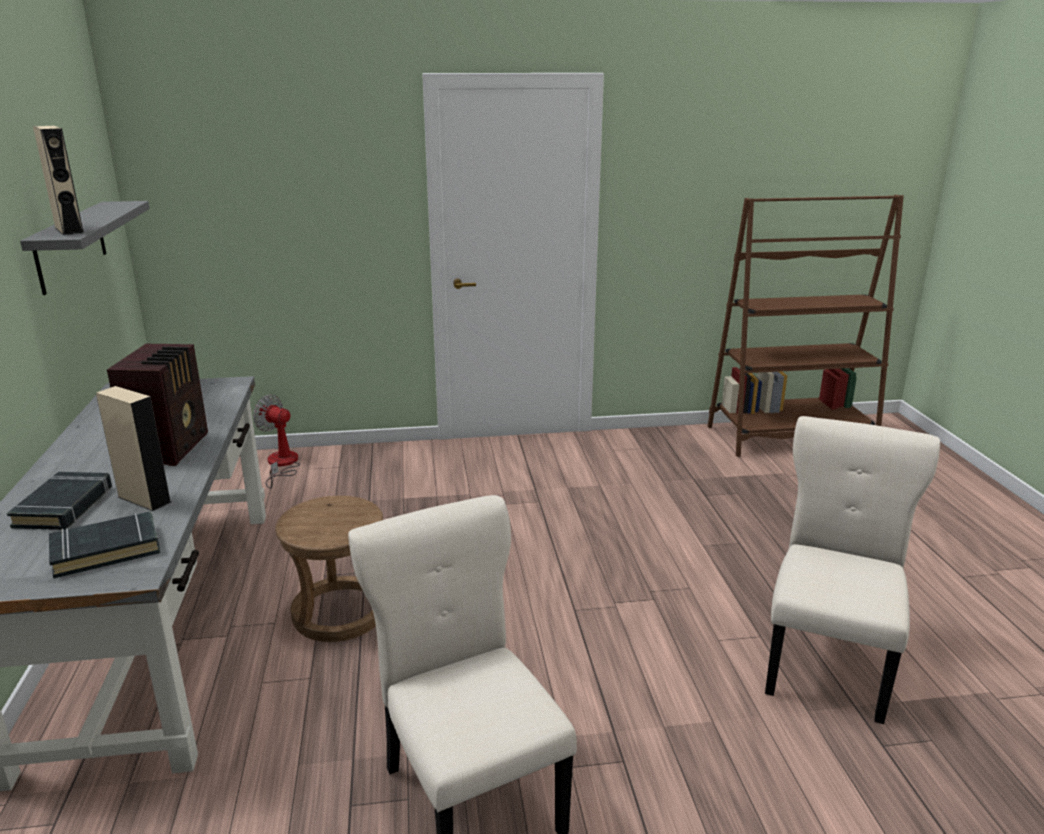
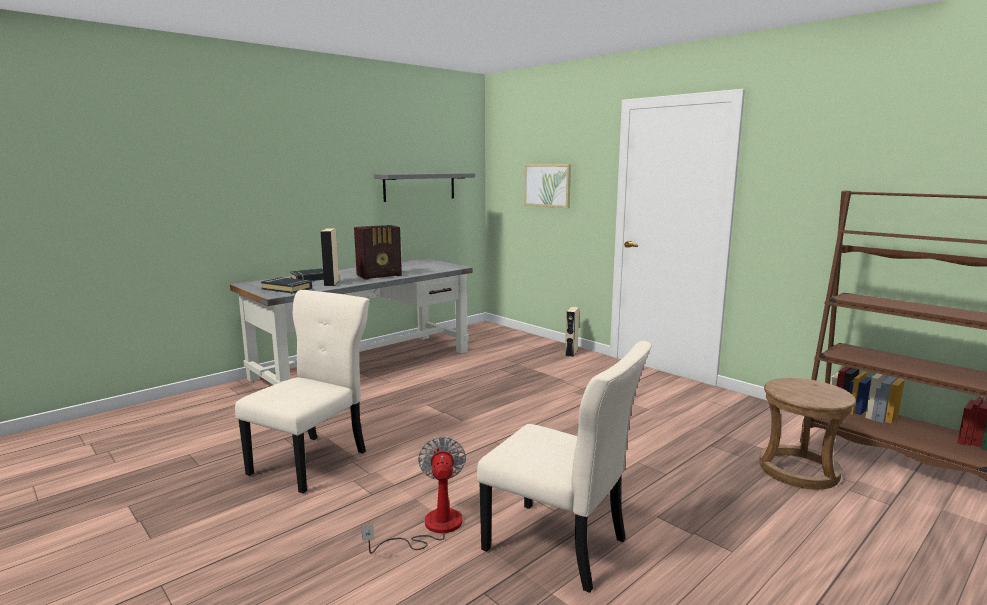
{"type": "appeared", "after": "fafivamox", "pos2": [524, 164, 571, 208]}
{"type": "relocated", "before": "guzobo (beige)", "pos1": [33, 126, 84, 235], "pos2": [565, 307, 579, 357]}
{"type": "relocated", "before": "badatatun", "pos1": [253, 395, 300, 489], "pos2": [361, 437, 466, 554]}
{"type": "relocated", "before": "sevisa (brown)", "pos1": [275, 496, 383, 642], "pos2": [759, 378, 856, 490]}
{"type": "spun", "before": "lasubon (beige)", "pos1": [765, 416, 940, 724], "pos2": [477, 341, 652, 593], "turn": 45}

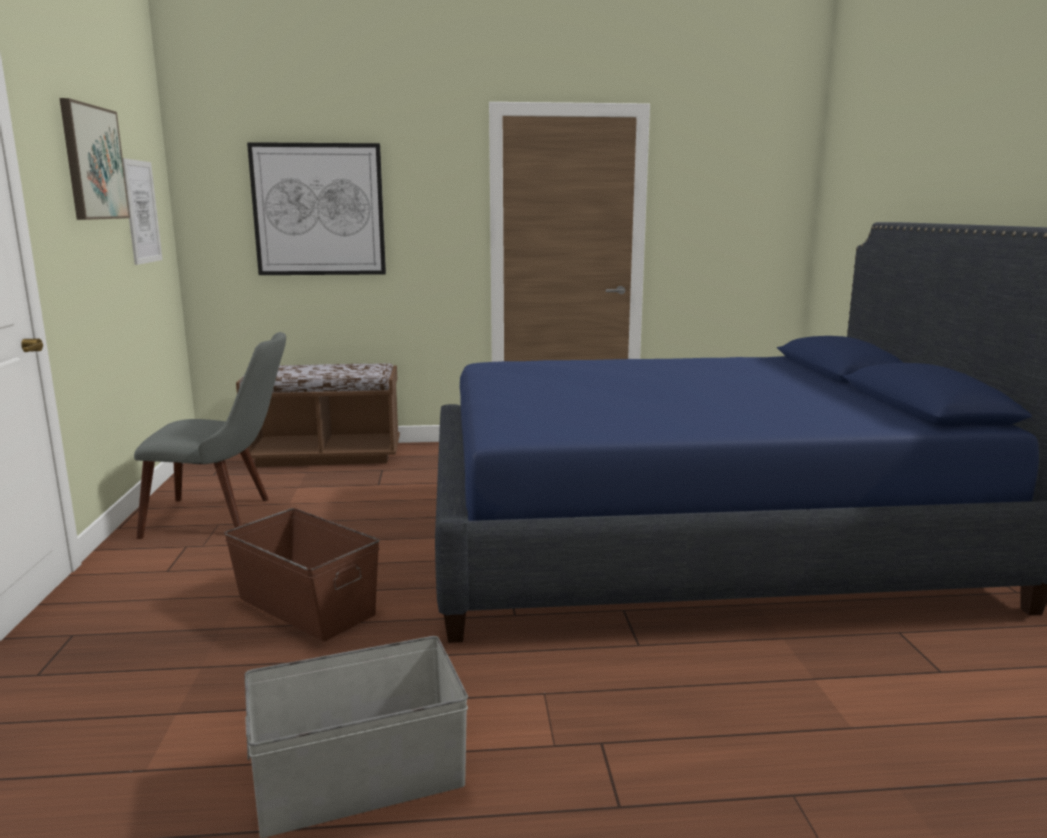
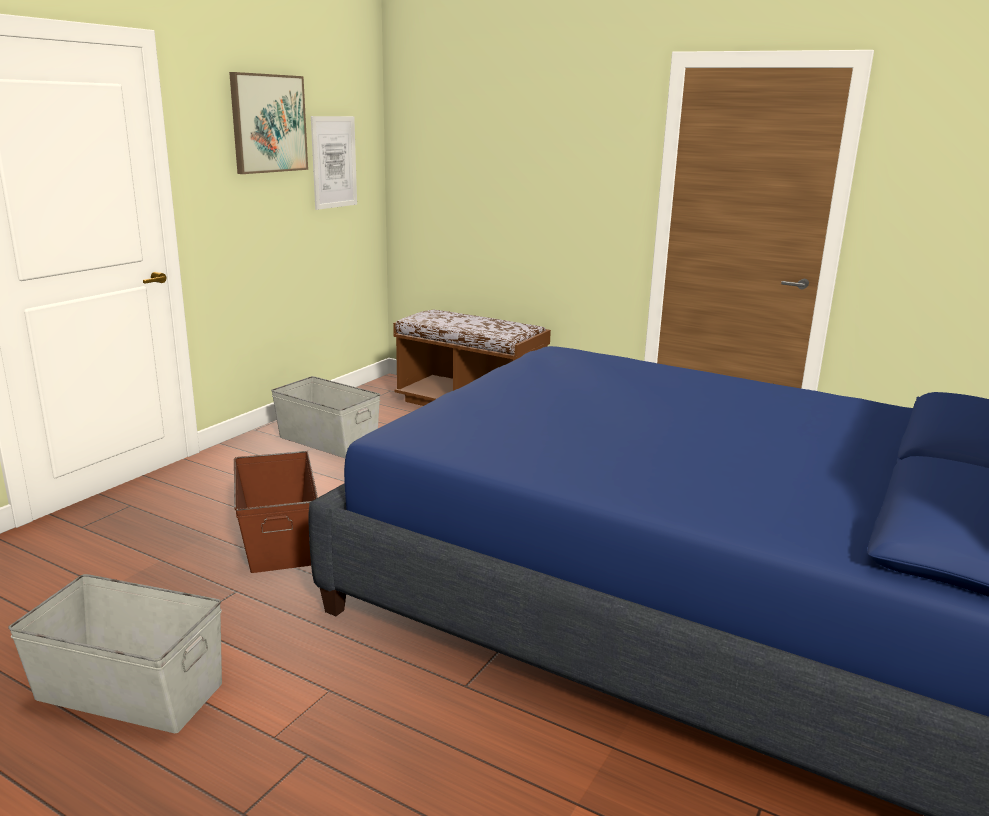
{"type": "missing", "before": "fafivamox", "pos1": [247, 142, 386, 275]}
{"type": "exchanged", "before": "lasubon (grey)", "after": "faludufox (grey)", "pos1": [134, 332, 286, 539], "pos2": [271, 376, 380, 458]}

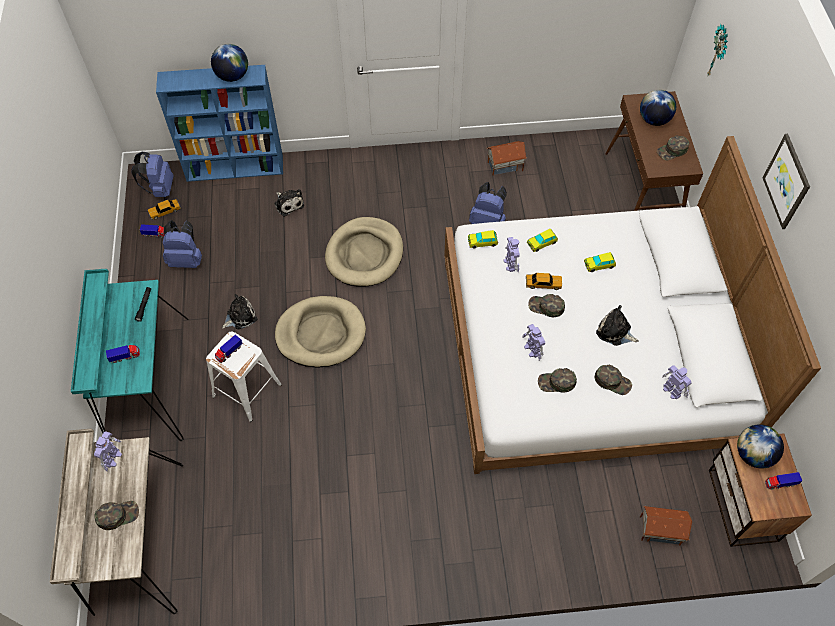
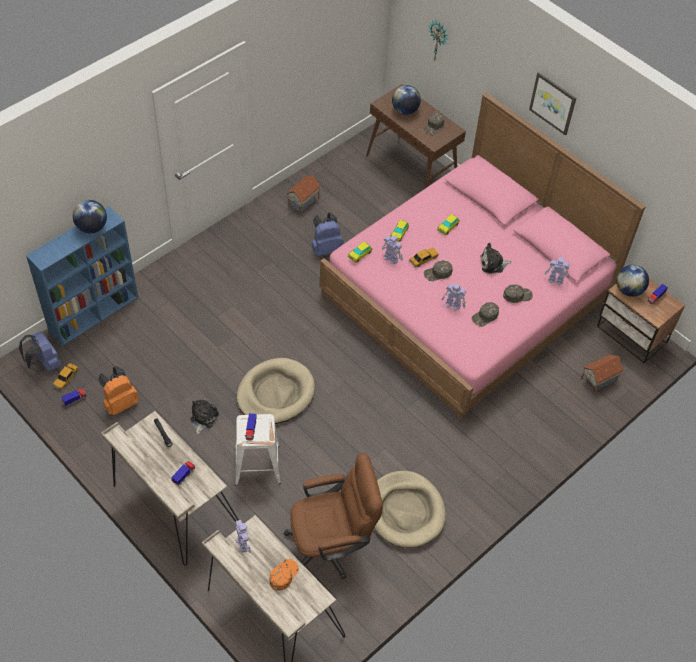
{"type": "missing", "before": "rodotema", "pos1": [274, 189, 304, 217]}
{"type": "appeared", "after": "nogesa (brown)", "pos2": [283, 453, 383, 580]}
{"type": "relocated", "before": "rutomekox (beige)", "pos1": [325, 217, 403, 287], "pos2": [375, 471, 446, 548]}
{"type": "colour", "before": "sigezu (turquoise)", "after": "sigezu (beige)", "pos1": [71, 269, 188, 441], "pos2": [101, 411, 238, 566]}
{"type": "colour", "before": "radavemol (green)", "after": "radavemol (orange)", "pos1": [95, 501, 139, 530], "pos2": [269, 559, 299, 591]}
{"type": "colour", "before": "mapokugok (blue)", "after": "mapokugok (orange)", "pos1": [163, 220, 202, 268], "pos2": [99, 366, 139, 415]}
{"type": "colour", "before": "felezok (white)", "after": "felezok (pink)", "pos1": [444, 136, 821, 474], "pos2": [320, 93, 646, 419]}

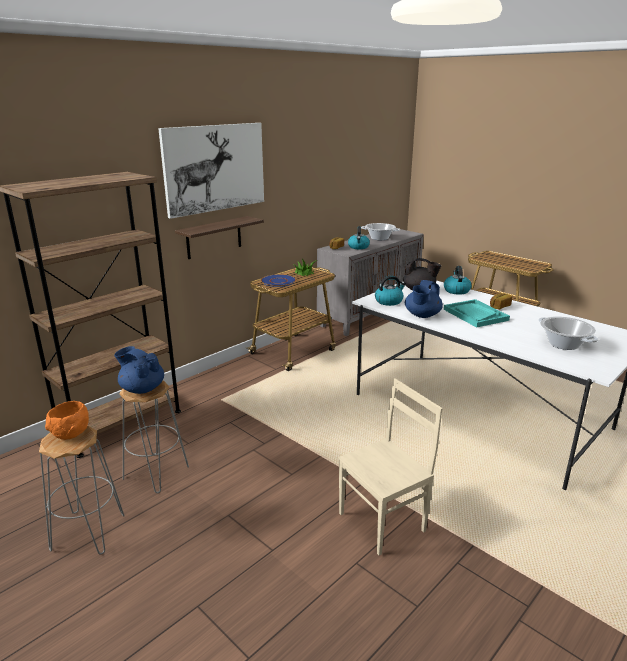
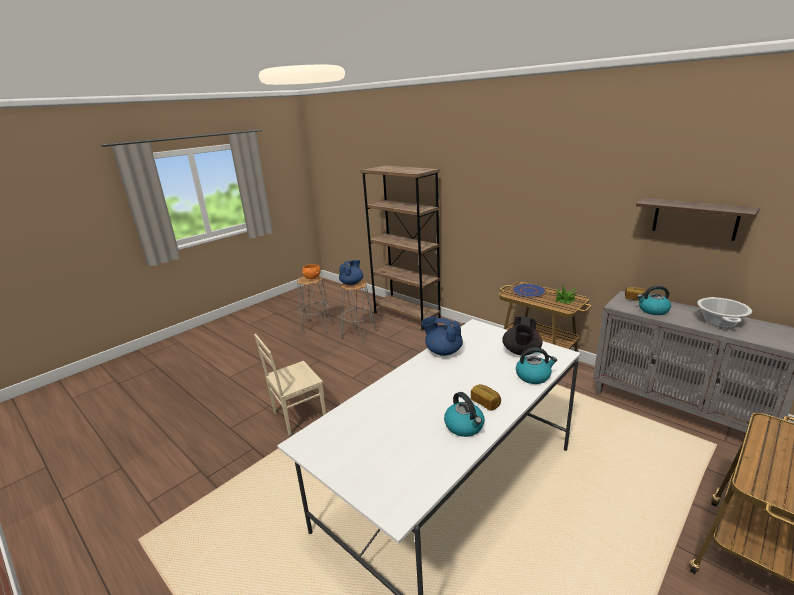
{"type": "missing", "before": "fafivamox", "pos1": [158, 123, 264, 219]}
{"type": "missing", "before": "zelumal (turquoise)", "pos1": [444, 299, 510, 328]}
{"type": "missing", "before": "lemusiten", "pos1": [538, 317, 598, 350]}
{"type": "relocated", "before": "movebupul", "pos1": [175, 216, 264, 259], "pos2": [636, 198, 760, 241]}
{"type": "relocated", "before": "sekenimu", "pos1": [375, 275, 406, 306], "pos2": [444, 392, 484, 437]}
{"type": "spun", "before": "lasubon (beige)", "pos1": [338, 378, 442, 556], "pos2": [254, 334, 326, 437], "turn": 90}

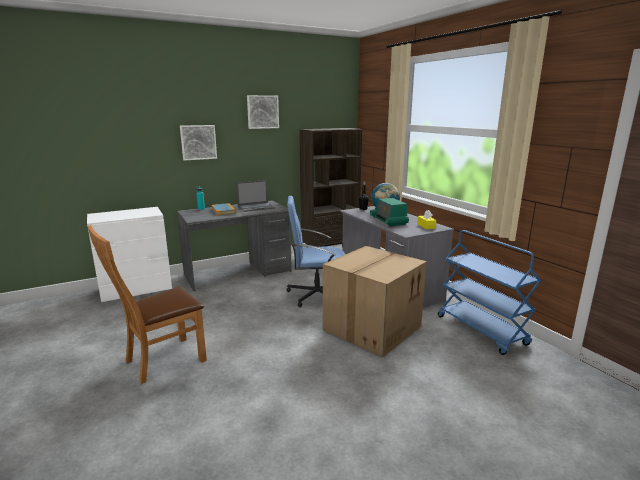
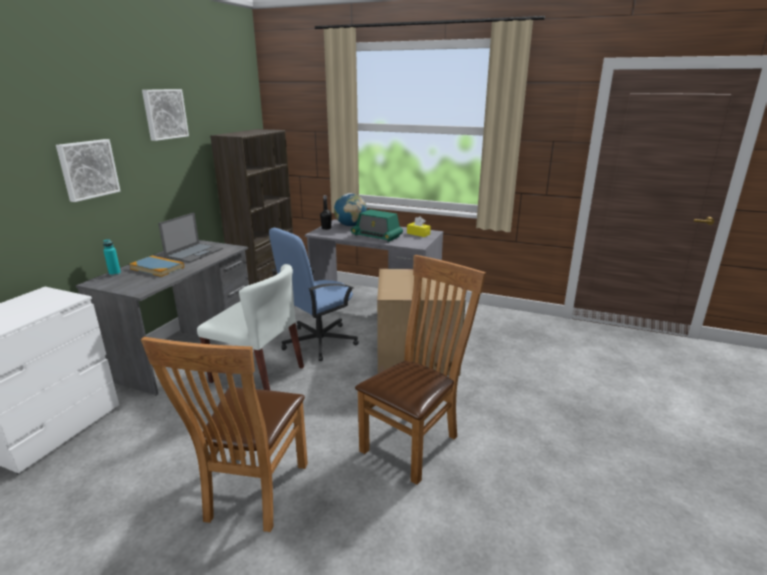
{"type": "missing", "before": "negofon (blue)", "pos1": [438, 230, 541, 355]}
{"type": "appeared", "after": "lasubon (white)", "pos2": [197, 264, 304, 390]}
{"type": "appeared", "after": "lasubon (brown)", "pos2": [355, 255, 486, 485]}

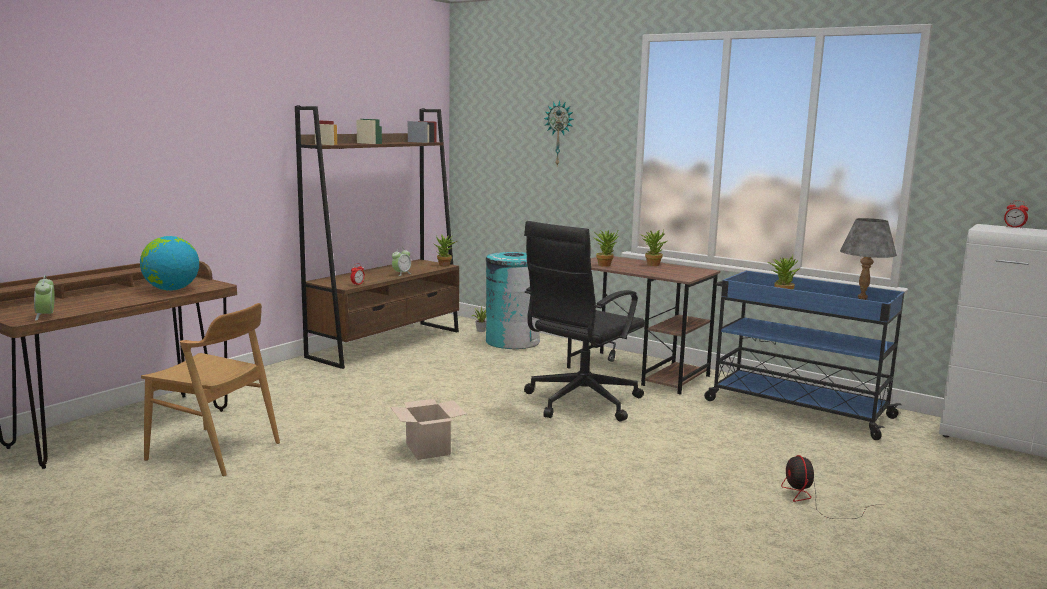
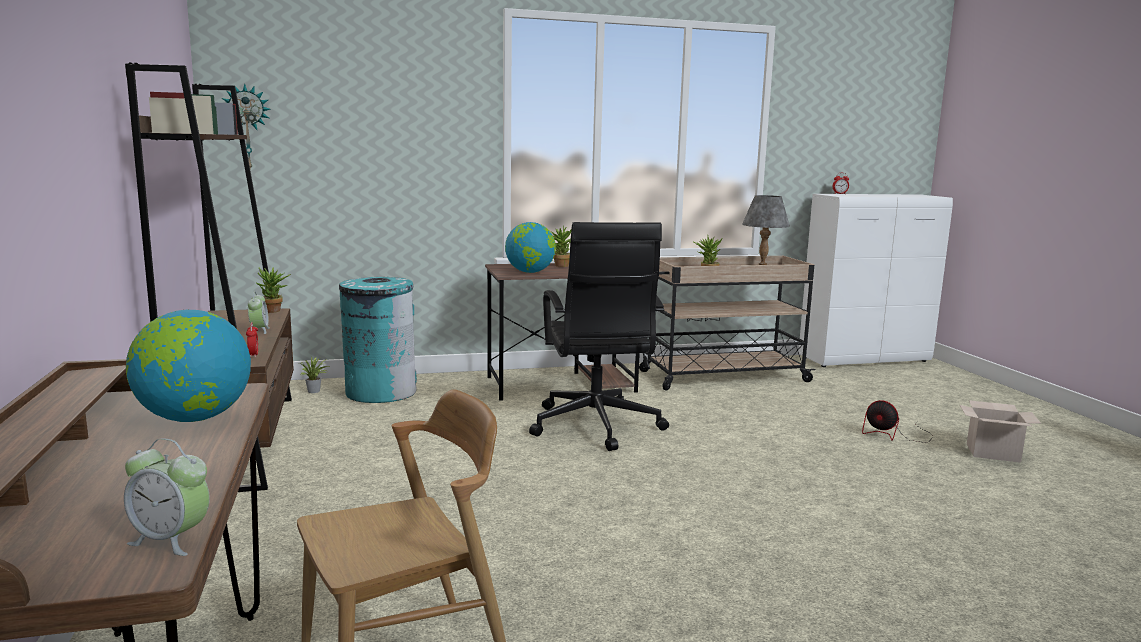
{"type": "relocated", "before": "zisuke", "pos1": [390, 399, 466, 460], "pos2": [960, 400, 1041, 463]}
{"type": "relocated", "before": "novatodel", "pos1": [544, 100, 574, 166], "pos2": [222, 83, 270, 169]}
{"type": "exchanged", "before": "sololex", "after": "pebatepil", "pos1": [593, 230, 618, 267], "pos2": [505, 222, 556, 273]}
{"type": "colour", "before": "negofon (blue)", "after": "negofon (beige)", "pos1": [704, 271, 905, 440], "pos2": [639, 256, 816, 391]}

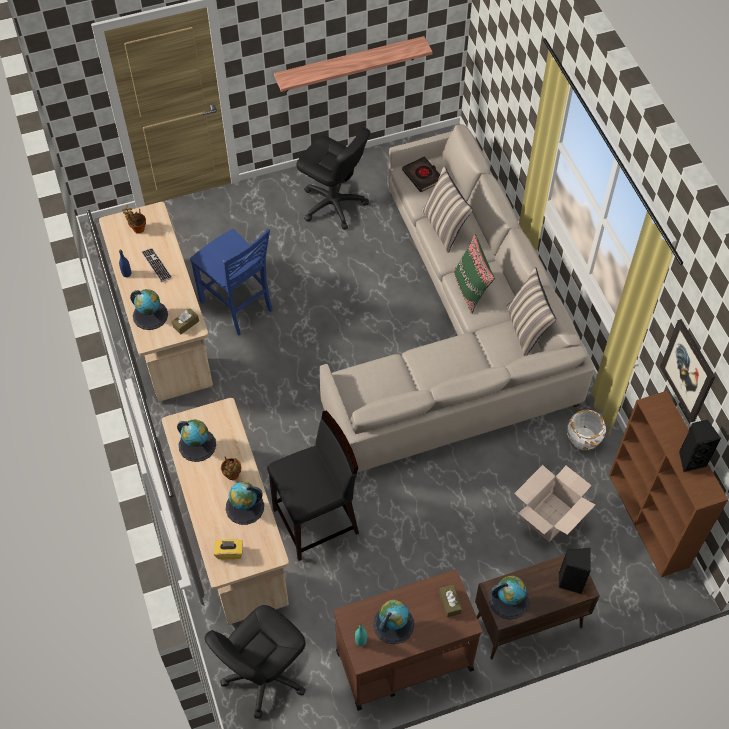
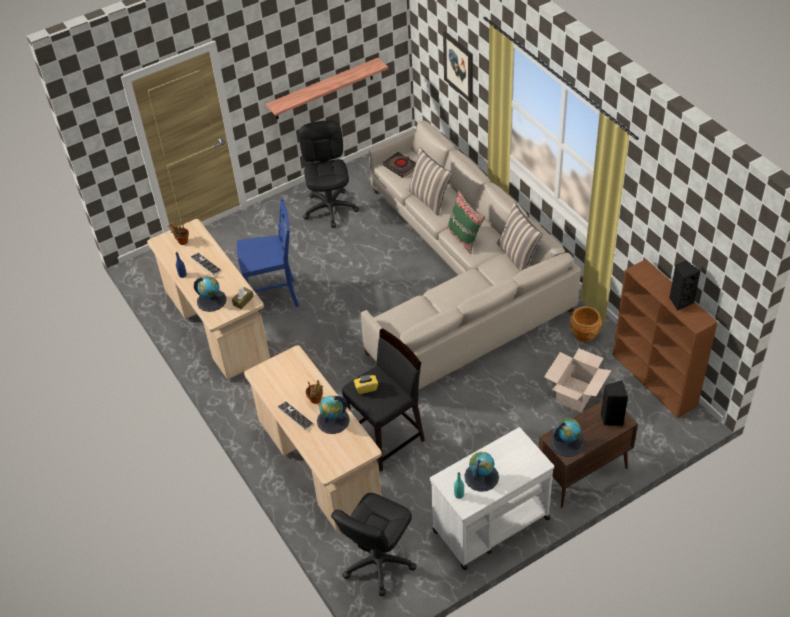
{"type": "missing", "before": "pebatepil", "pos1": [177, 420, 216, 462]}
{"type": "missing", "before": "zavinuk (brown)", "pos1": [439, 585, 462, 617]}
{"type": "appeared", "after": "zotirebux", "pos2": [277, 401, 314, 430]}
{"type": "relocated", "before": "zavinuk (yellow)", "pos1": [214, 539, 243, 559], "pos2": [354, 375, 378, 394]}
{"type": "relocated", "before": "fafivamox", "pos1": [660, 319, 715, 422], "pos2": [443, 31, 473, 103]}
{"type": "colour", "before": "negofon (brown)", "after": "negofon (white)", "pos1": [333, 570, 482, 711], "pos2": [430, 427, 554, 570]}
{"type": "colour", "before": "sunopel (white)", "after": "sunopel (brown)", "pos1": [567, 409, 606, 450], "pos2": [570, 306, 602, 342]}
{"type": "spun", "before": "lasubon (blue)", "pos1": [190, 229, 272, 336], "pos2": [237, 198, 299, 307], "turn": -45}
{"type": "spun", "before": "nogesa (black)", "pos1": [296, 128, 371, 230], "pos2": [299, 121, 359, 228], "turn": -120}

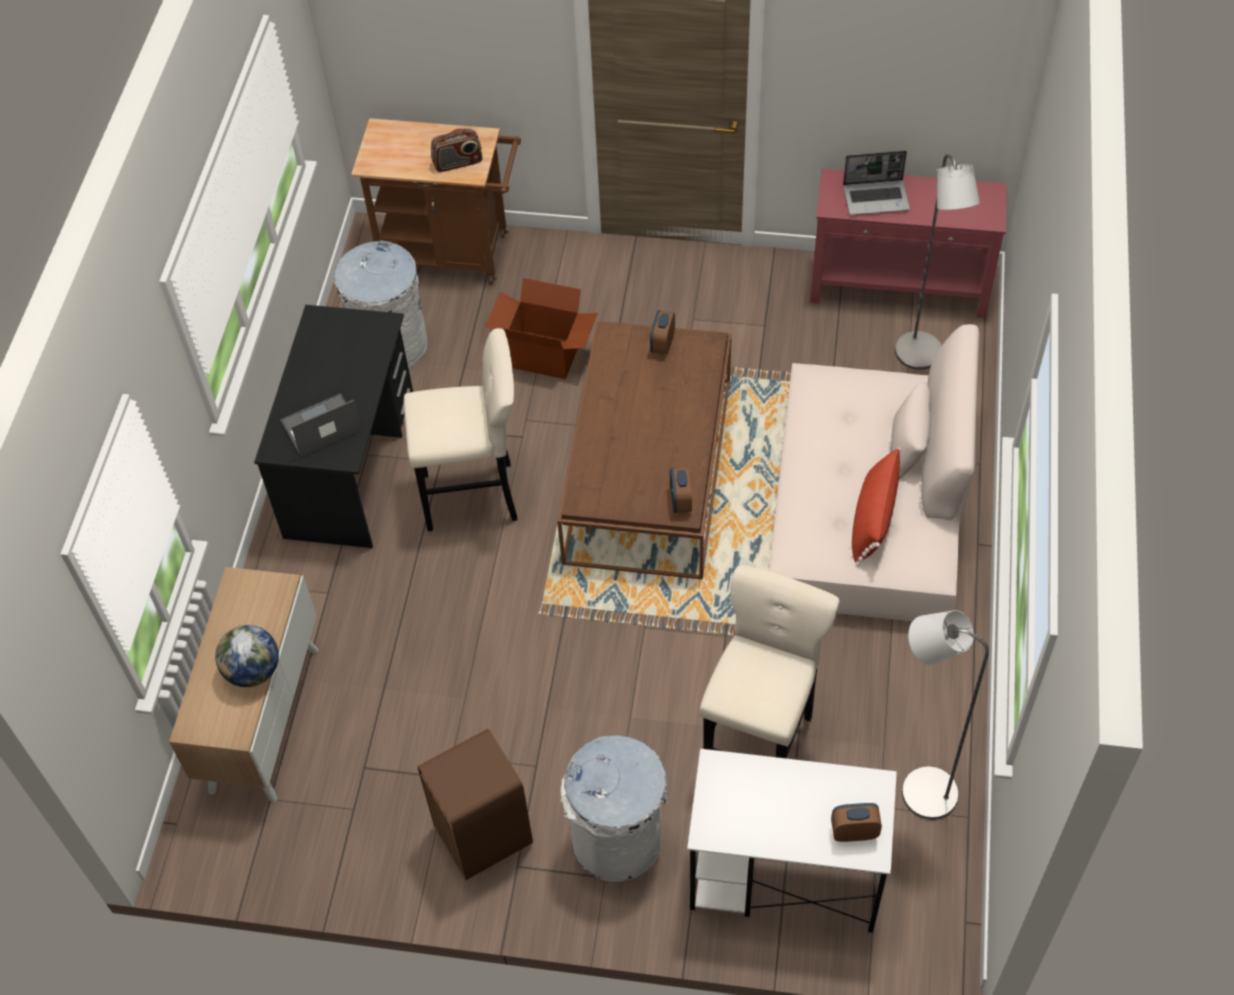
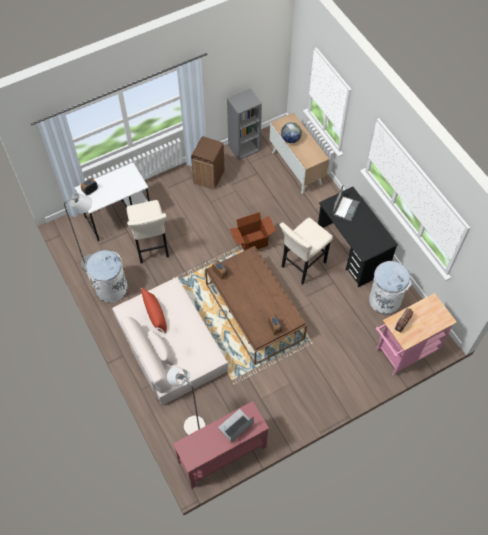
{"type": "appeared", "after": "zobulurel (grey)", "pos2": [227, 88, 262, 161]}
{"type": "relocated", "before": "zisuke", "pos1": [485, 278, 598, 379], "pos2": [230, 212, 276, 251]}
{"type": "relocated", "before": "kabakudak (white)", "pos1": [560, 735, 668, 882], "pos2": [86, 250, 128, 302]}
{"type": "colour", "before": "negofon (brown)", "after": "negofon (pink)", "pos1": [351, 118, 521, 285], "pos2": [375, 293, 457, 375]}

